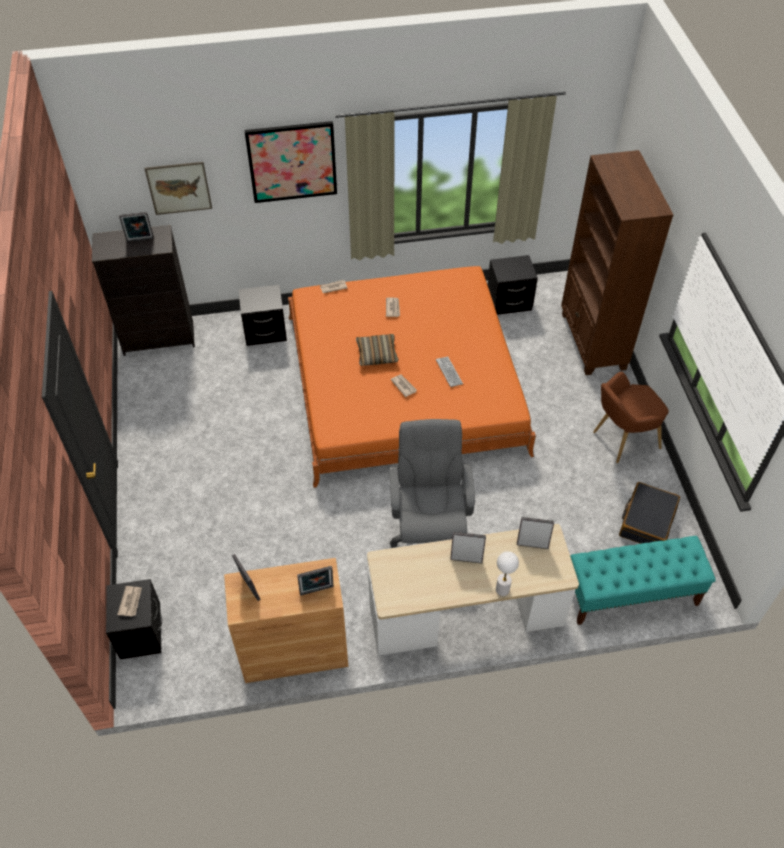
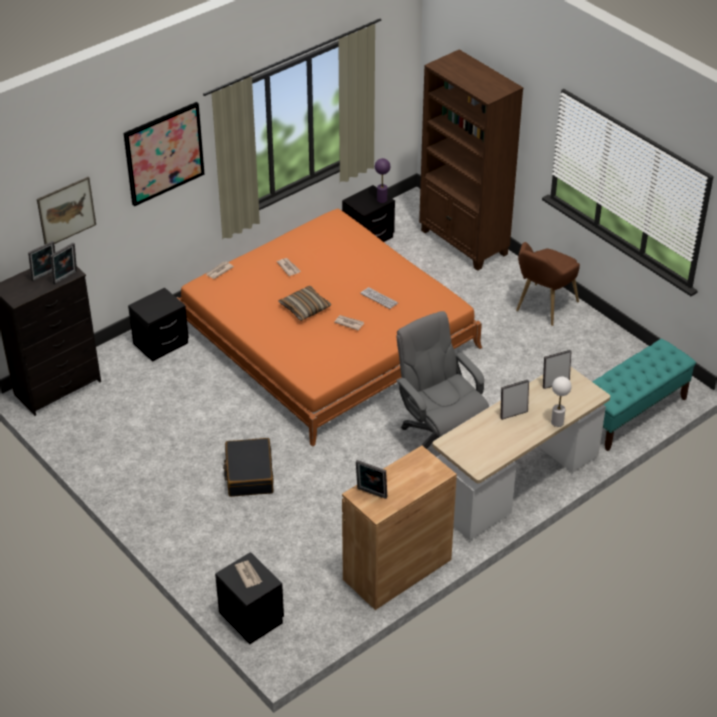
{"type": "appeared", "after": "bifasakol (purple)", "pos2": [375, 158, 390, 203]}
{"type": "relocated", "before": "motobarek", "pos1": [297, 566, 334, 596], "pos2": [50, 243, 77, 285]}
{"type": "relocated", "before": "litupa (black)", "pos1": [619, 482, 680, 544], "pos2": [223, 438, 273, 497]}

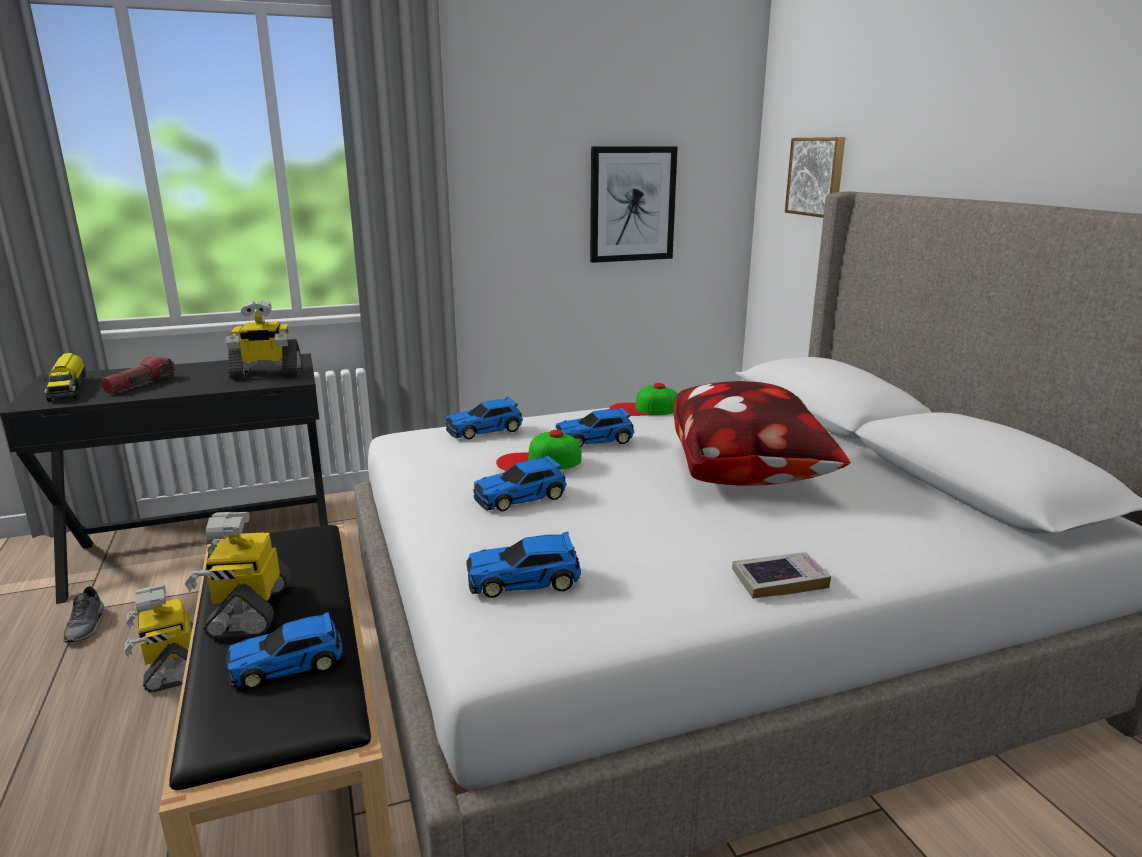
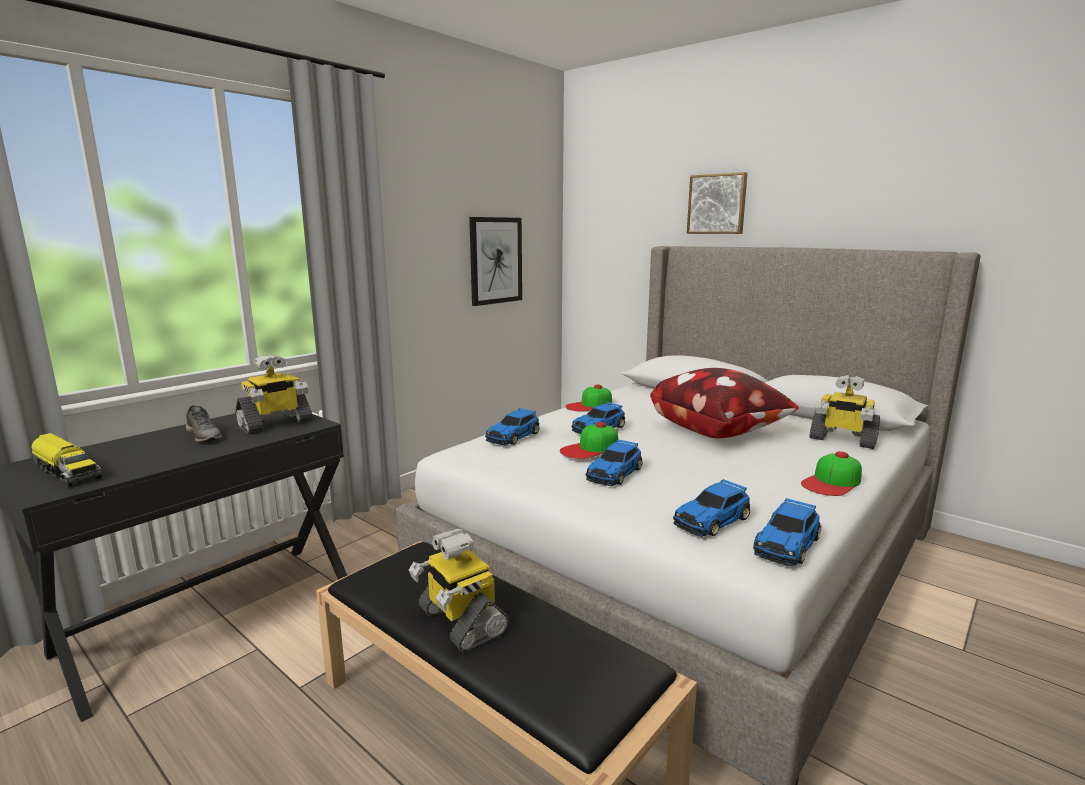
{"type": "missing", "before": "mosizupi", "pos1": [101, 357, 175, 394]}
{"type": "relocated", "before": "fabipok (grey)", "pos1": [64, 586, 104, 642], "pos2": [186, 405, 222, 442]}
{"type": "relocated", "before": "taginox", "pos1": [124, 584, 193, 693], "pos2": [809, 375, 880, 449]}
{"type": "relocated", "before": "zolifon", "pos1": [225, 612, 343, 689], "pos2": [753, 498, 821, 567]}
{"type": "relocated", "before": "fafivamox", "pos1": [785, 137, 845, 218], "pos2": [687, 172, 748, 234]}
{"type": "exchanged", "before": "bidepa", "after": "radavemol", "pos1": [732, 552, 831, 599], "pos2": [801, 451, 862, 496]}

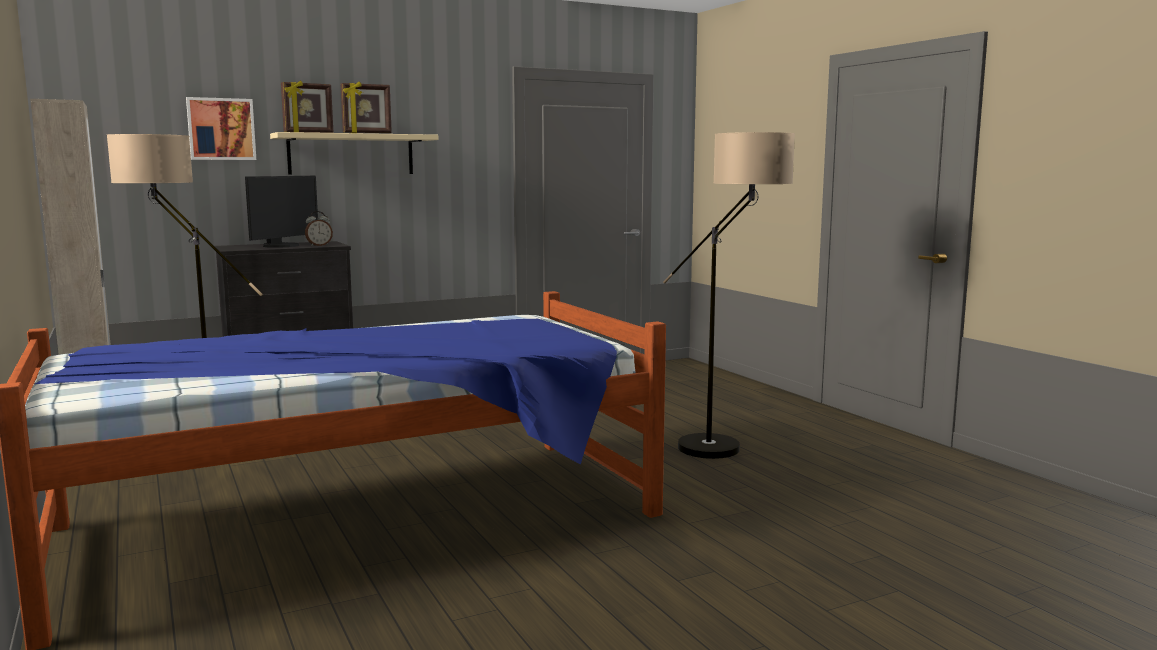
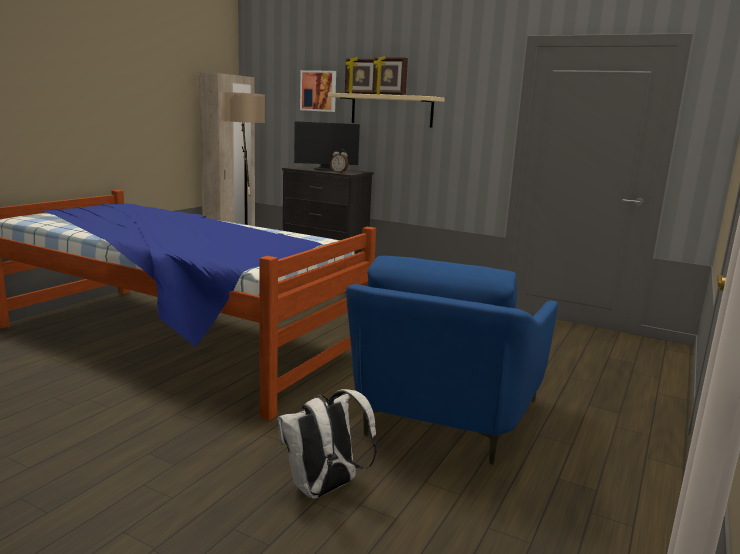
{"type": "appeared", "after": "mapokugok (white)", "pos2": [277, 389, 377, 499]}
{"type": "exchanged", "before": "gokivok", "after": "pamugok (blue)", "pos1": [663, 132, 795, 459], "pos2": [346, 256, 558, 465]}

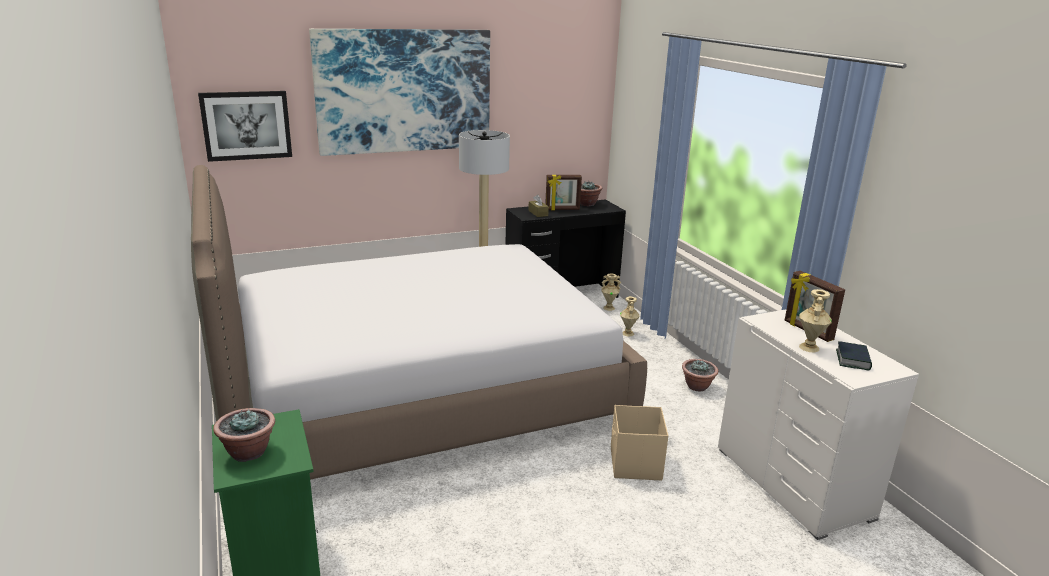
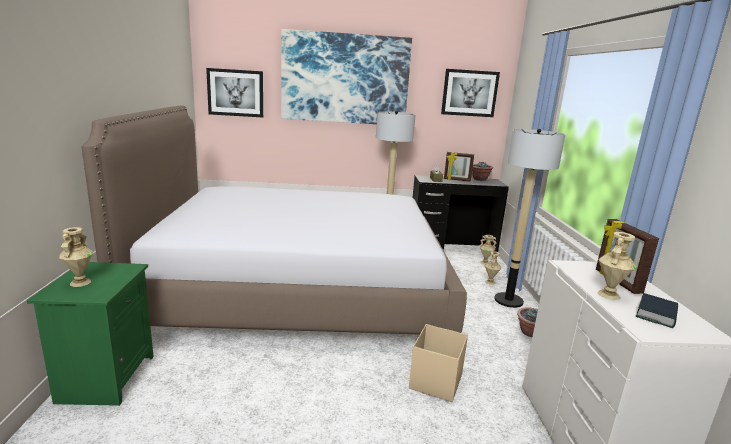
{"type": "appeared", "after": "fafivamox", "pos2": [441, 69, 500, 117]}
{"type": "appeared", "after": "gokivok", "pos2": [494, 129, 565, 308]}
{"type": "exchanged", "before": "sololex", "after": "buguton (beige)", "pos1": [213, 408, 275, 462], "pos2": [59, 227, 93, 287]}

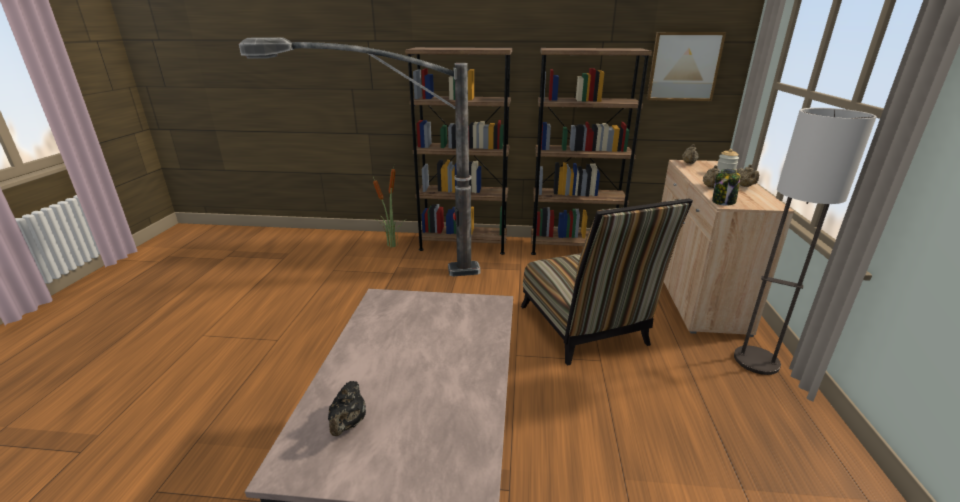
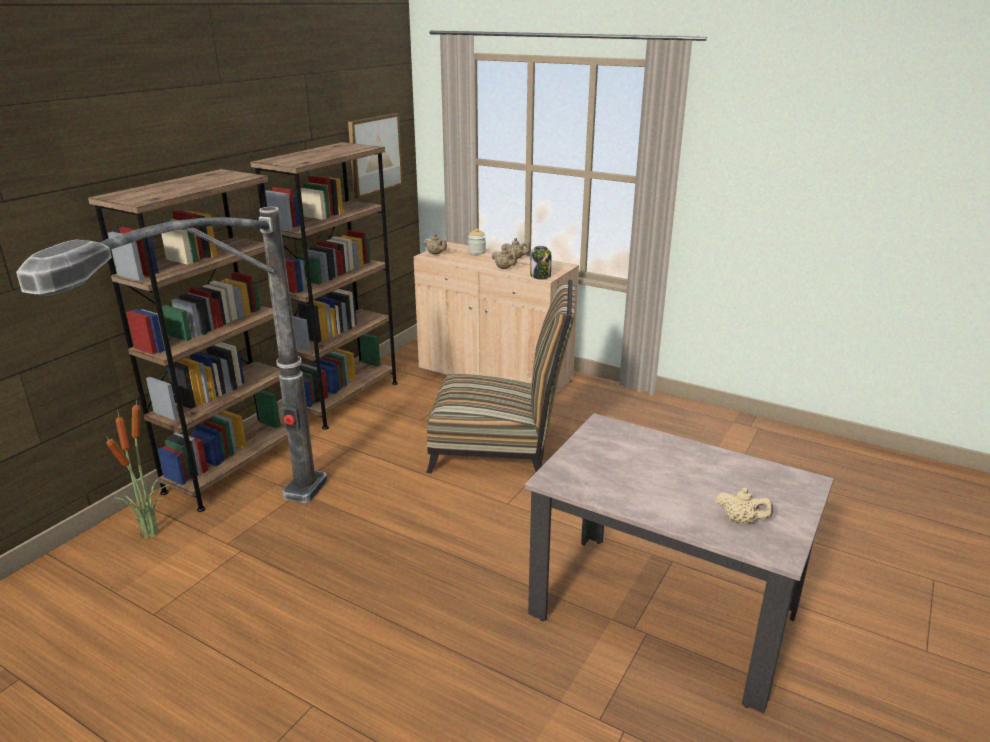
{"type": "missing", "before": "gokivok", "pos1": [734, 108, 877, 375]}
{"type": "colour", "before": "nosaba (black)", "after": "nosaba (beige)", "pos1": [328, 381, 366, 436], "pos2": [716, 487, 773, 524]}

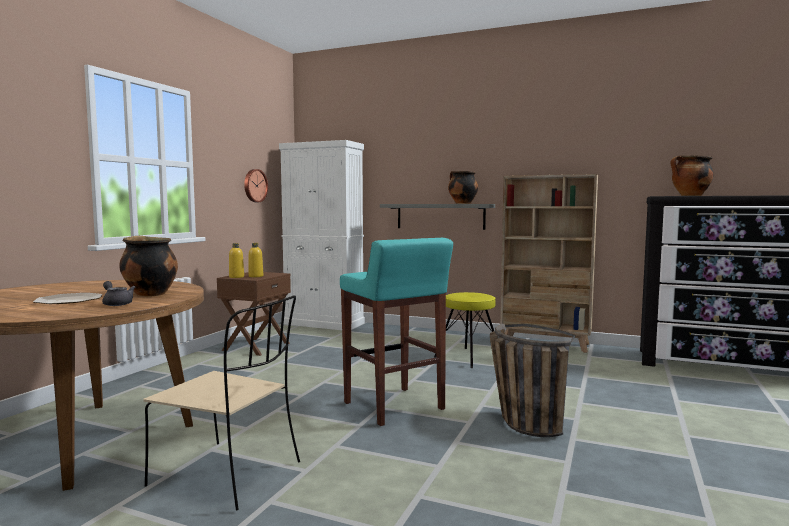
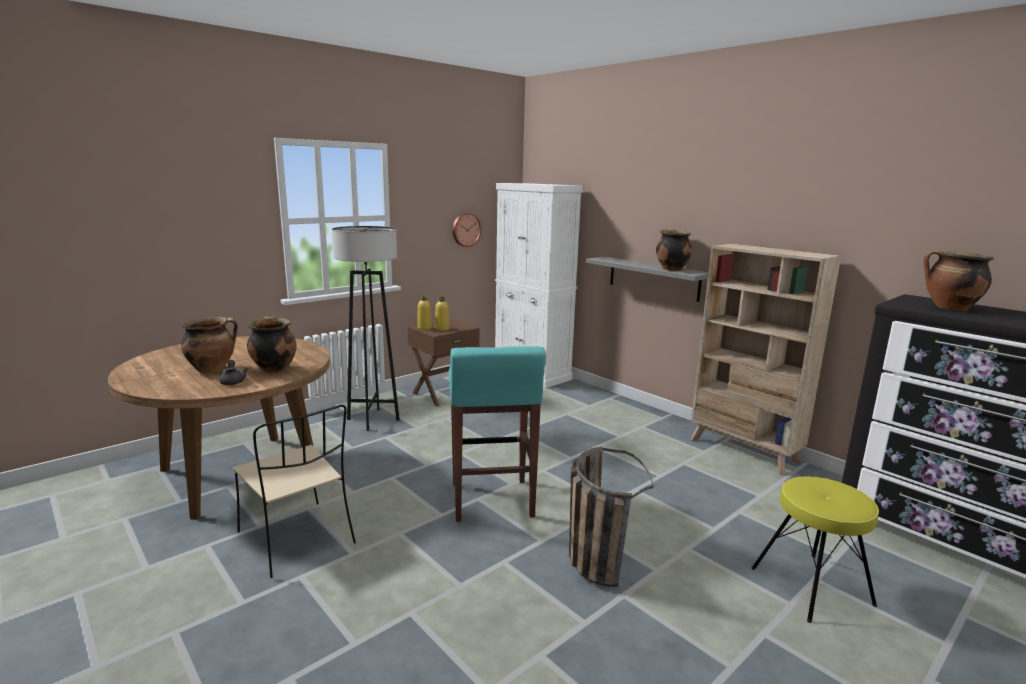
{"type": "appeared", "after": "gokivok (grey)", "pos2": [331, 226, 400, 431]}
{"type": "relocated", "before": "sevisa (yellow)", "pos1": [434, 292, 496, 368], "pos2": [751, 477, 879, 623]}
{"type": "exchanged", "before": "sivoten", "after": "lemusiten", "pos1": [33, 293, 102, 304], "pos2": [181, 317, 238, 373]}

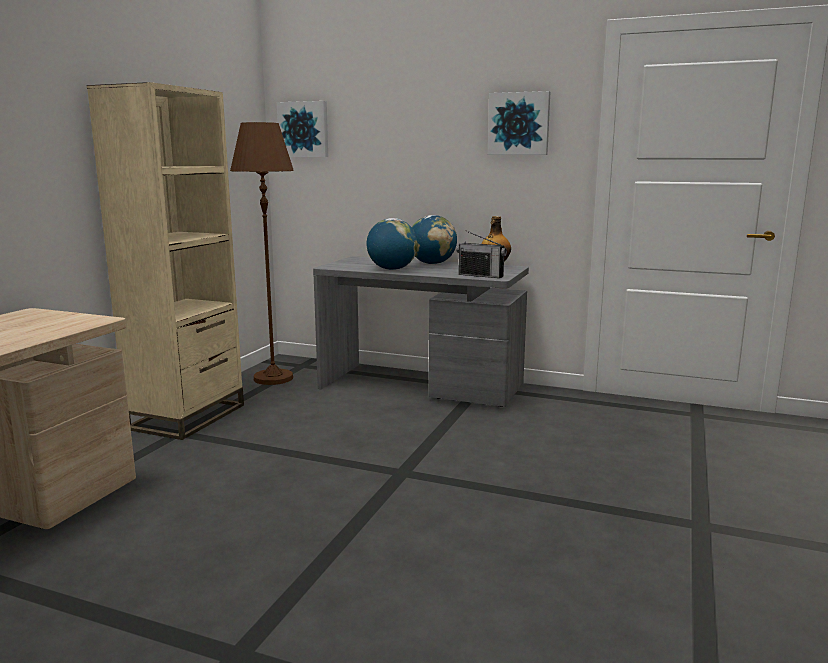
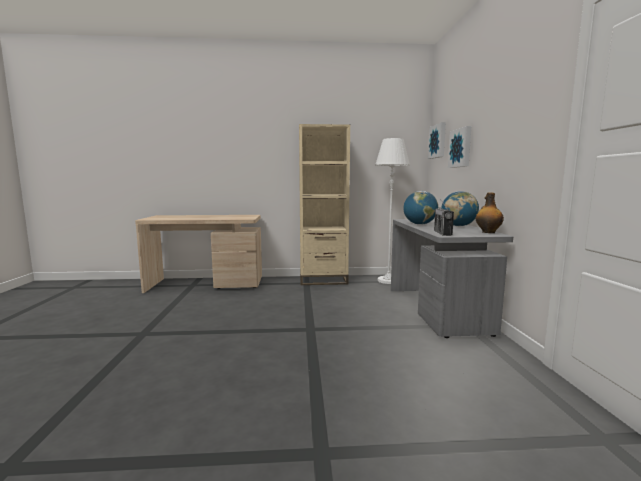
{"type": "relocated", "before": "fafivamox", "pos1": [488, 91, 550, 155], "pos2": [448, 126, 471, 168]}
{"type": "colour", "before": "gokivok (brown)", "after": "gokivok (white)", "pos1": [230, 122, 294, 385], "pos2": [375, 138, 410, 284]}

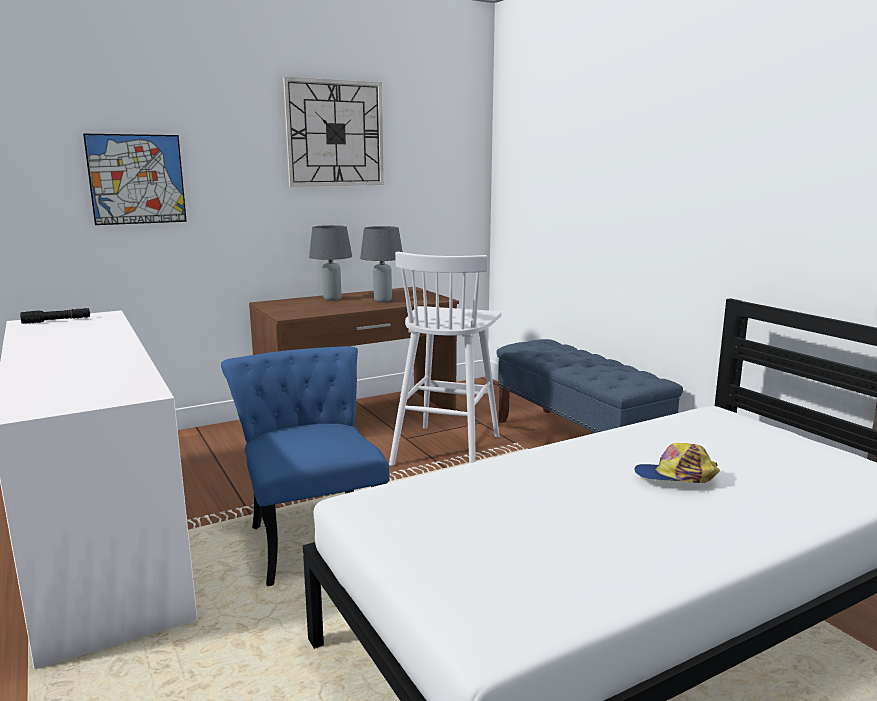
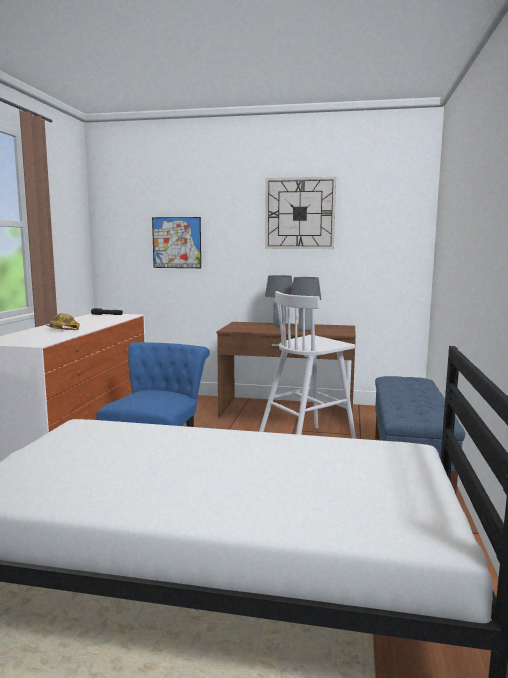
{"type": "relocated", "before": "radavemol", "pos1": [635, 443, 720, 483], "pos2": [46, 313, 80, 330]}

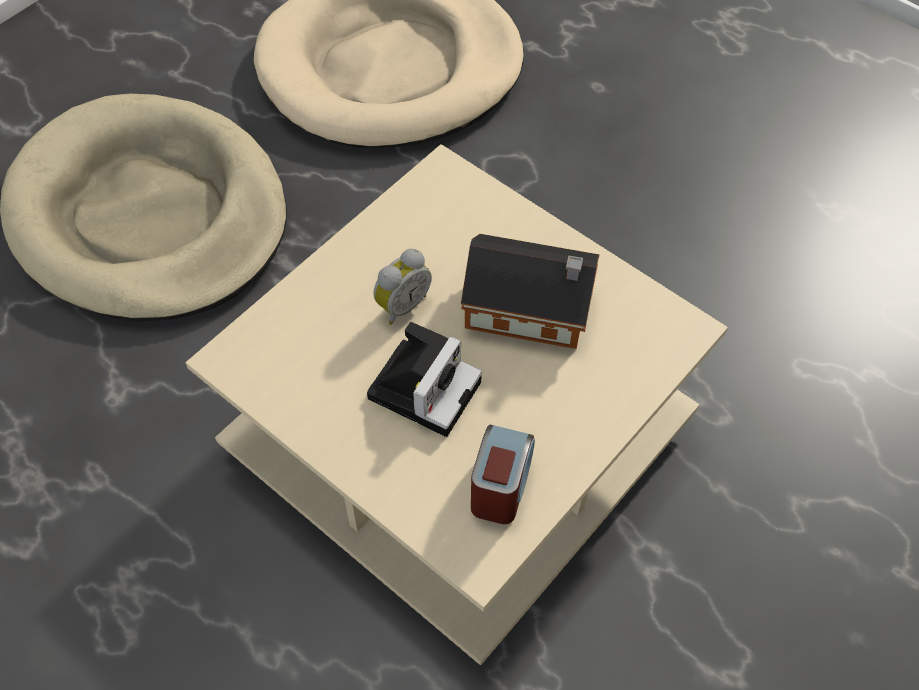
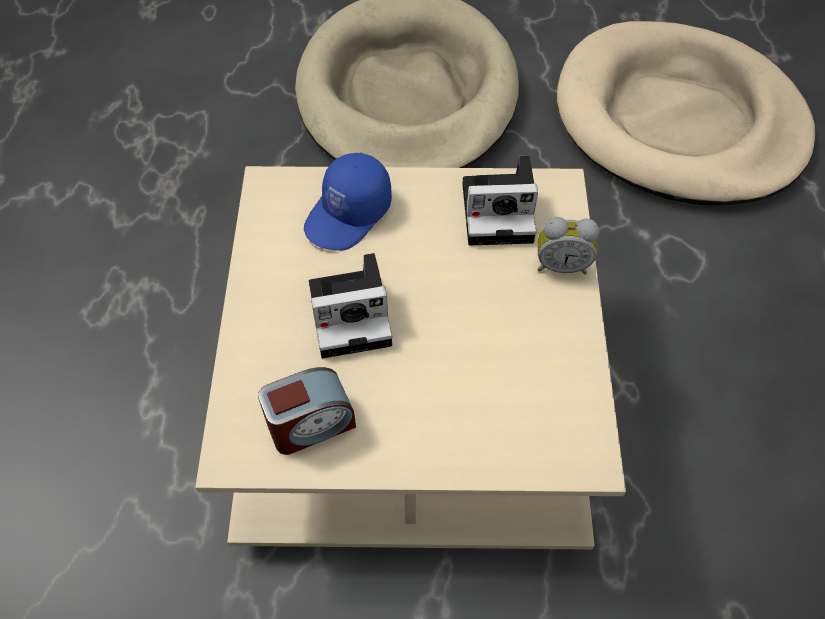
{"type": "missing", "before": "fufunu", "pos1": [461, 234, 600, 349]}
{"type": "appeared", "after": "radavemol (blue)", "pos2": [304, 152, 392, 251]}
{"type": "appeared", "after": "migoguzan", "pos2": [462, 155, 538, 246]}
{"type": "relocated", "before": "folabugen", "pos1": [373, 248, 432, 325], "pos2": [537, 217, 599, 274]}

